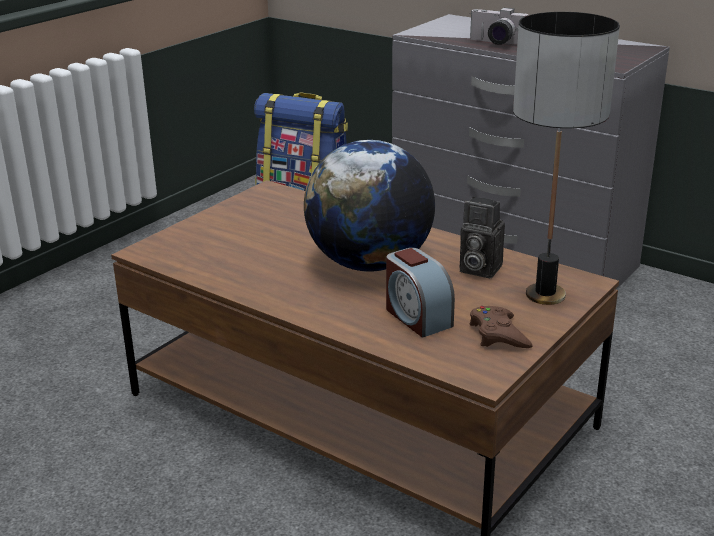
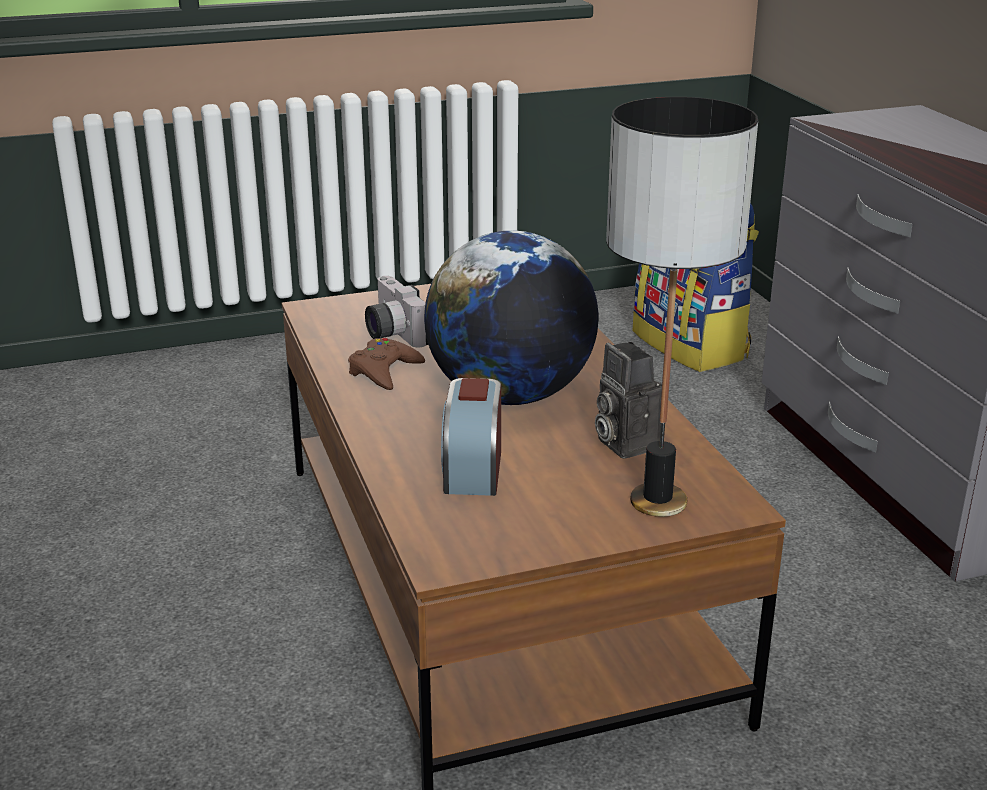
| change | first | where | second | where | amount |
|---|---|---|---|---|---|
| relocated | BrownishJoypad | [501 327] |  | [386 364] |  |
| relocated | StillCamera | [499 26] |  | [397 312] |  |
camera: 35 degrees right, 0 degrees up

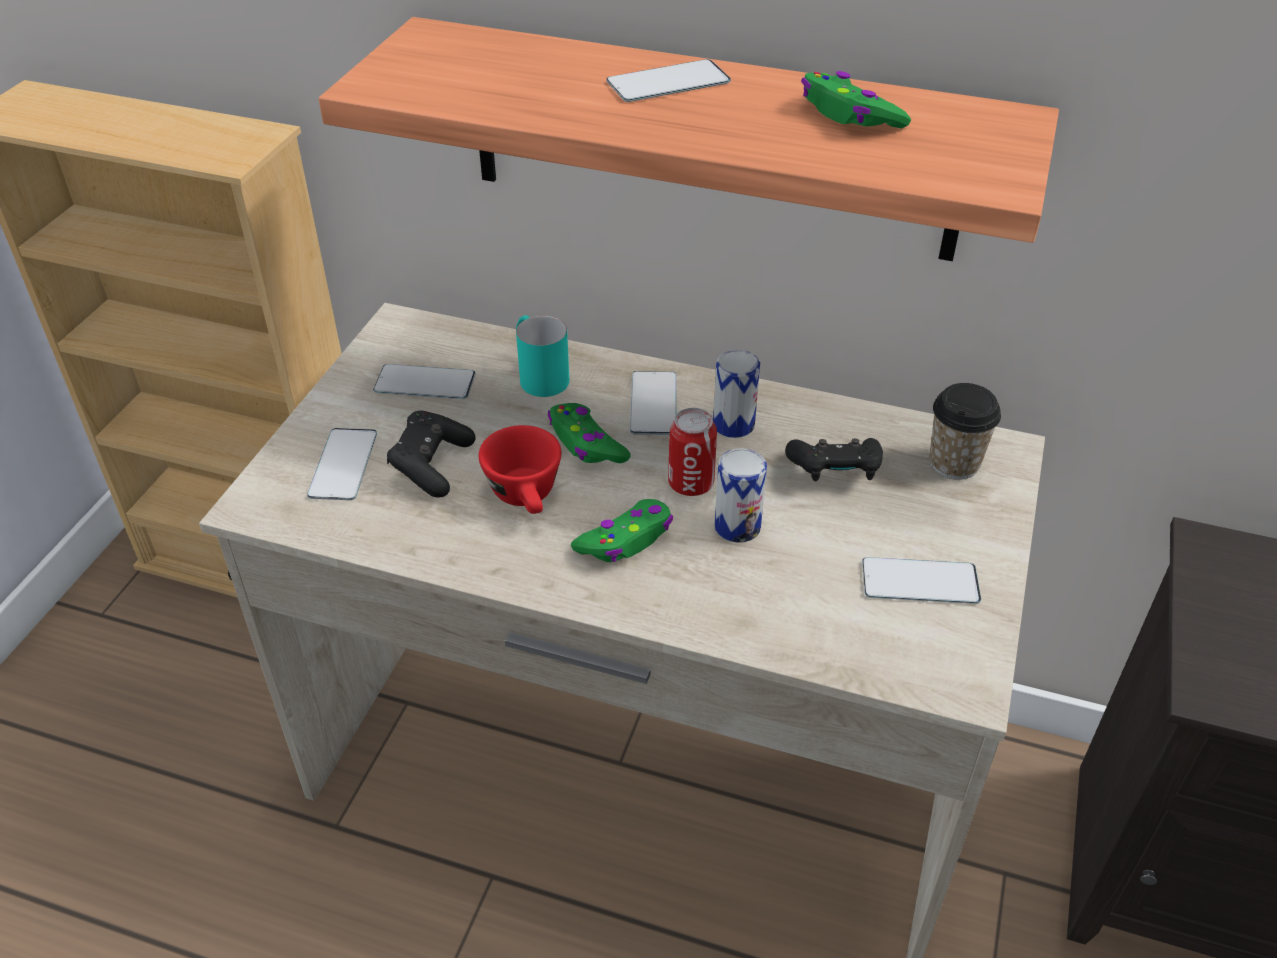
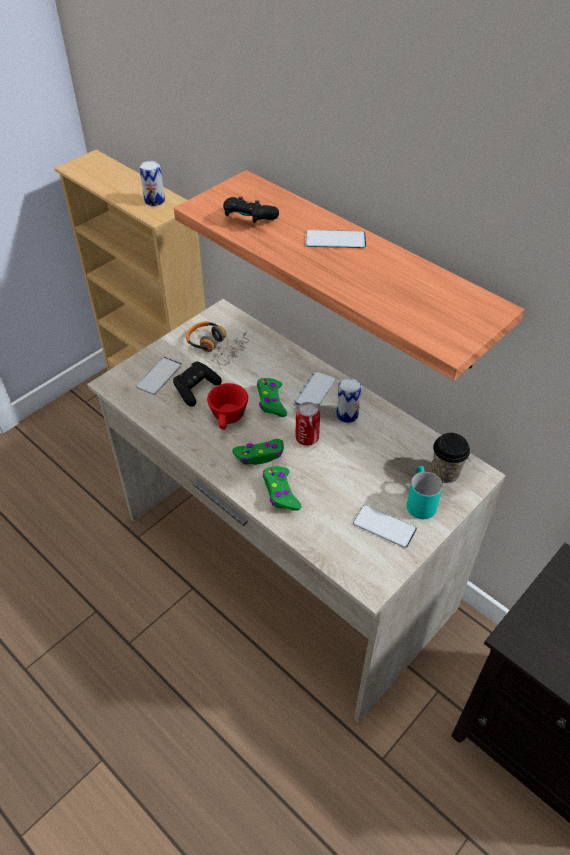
| change | first | where | second | where | amount |
|---|---|---|---|---|---|
| relocated | Can | [741 495] |  | [152 183] |  |
| exchanged | Handset | [424 381] | Headset | [217 343] |  |
| relocated | BlackishJoypad | [834 459] |  | [251 210] |  |
| relocated | GreenJoypad | [856 99] |  | [282 488] |  |
| relocated | TurquoiseMug | [543 356] |  | [425 492] |  |
camera: 25 degrees right, 5 degrees up

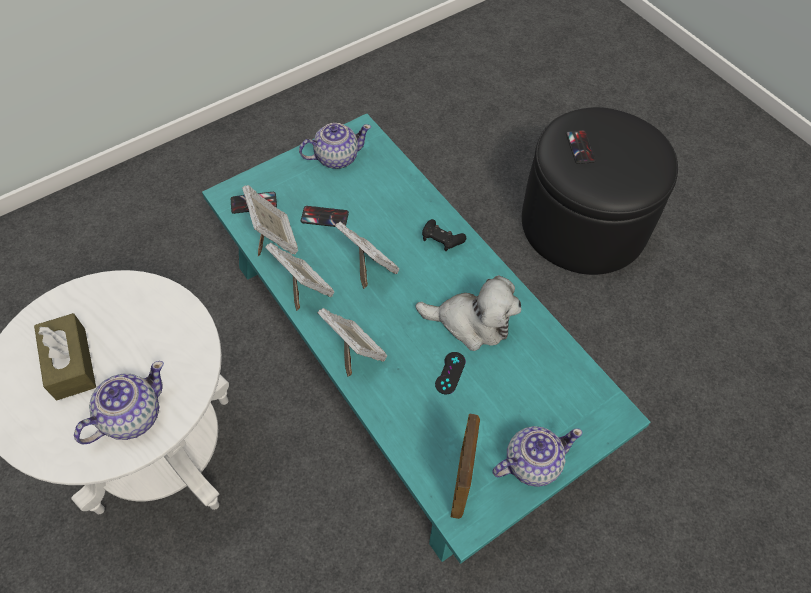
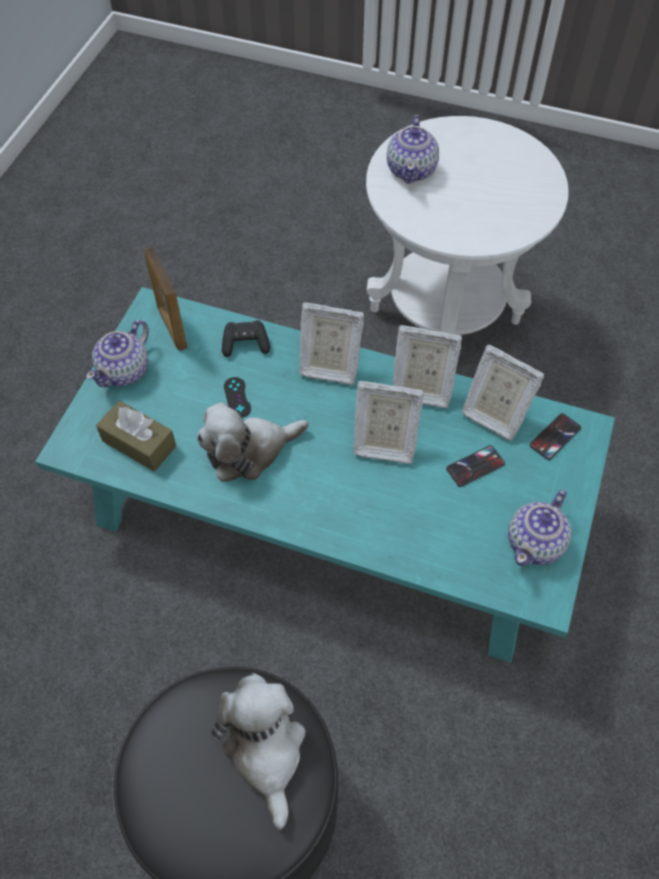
| change | first | where | second | where | amount |
|---|---|---|---|---|---|
| relocated | BrownishBoxOfTissues | [65 356] |  | [136 436] |  |
| exchanged | Handset | [581 147] | PlushToy | [258 751] |  |
| relocated | BlackishJoypad | [444 235] |  | [246 338] |  |
camera: 145 degrees right, 0 degrees up

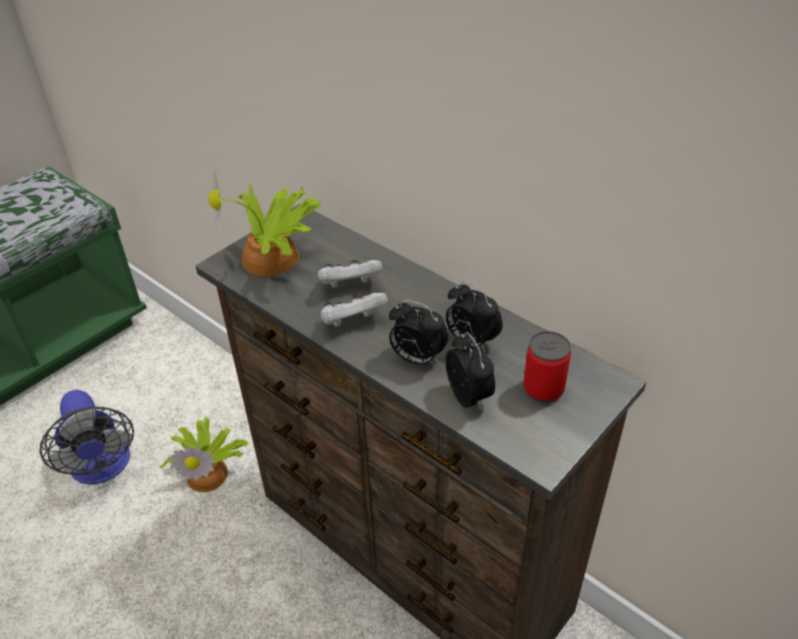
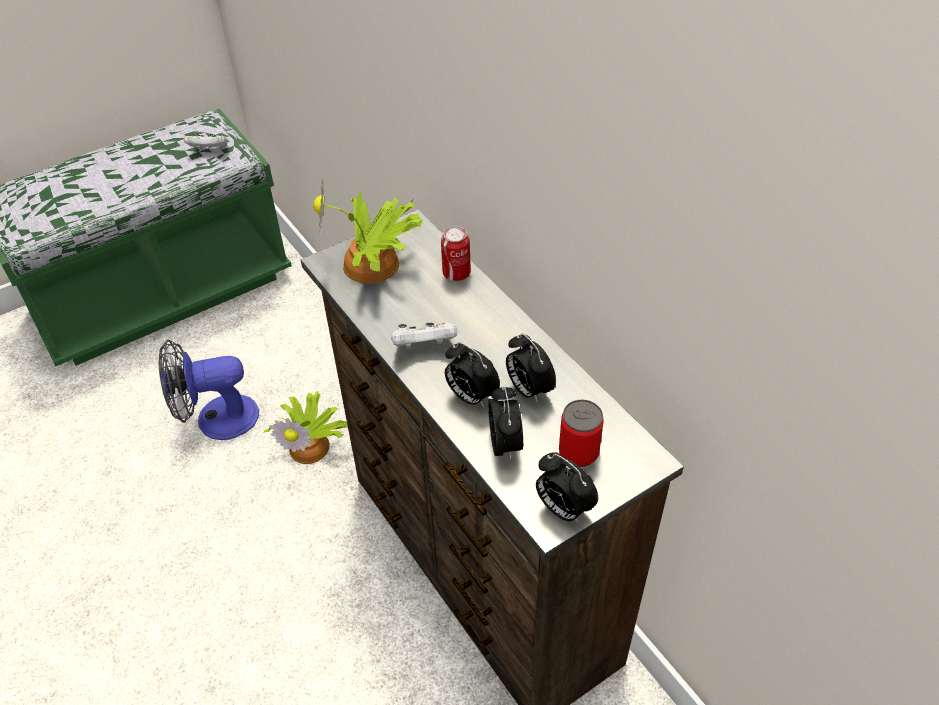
| change | first | where | second | where | amount |
|---|---|---|---|---|---|
| spun | CoolingFan | [86 437] |  | [209 390] | 90 degrees clockwise |
| relocated | WhiteColouredJoypad | [350 274] |  | [205 142] |  |
| appeared |  |  | Can | [456 253] |  |
| appeared |  |  | TableClock | [567 487] |  |
camera: 15 degrees right, 5 degrees up

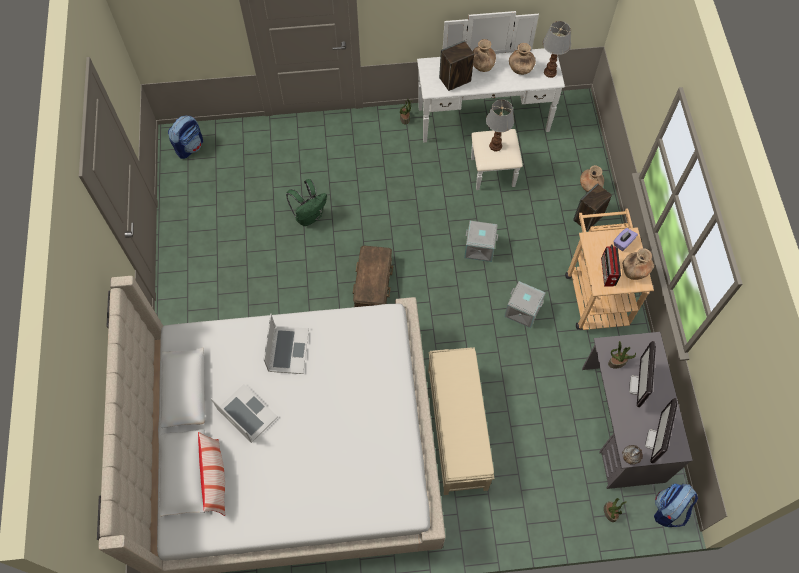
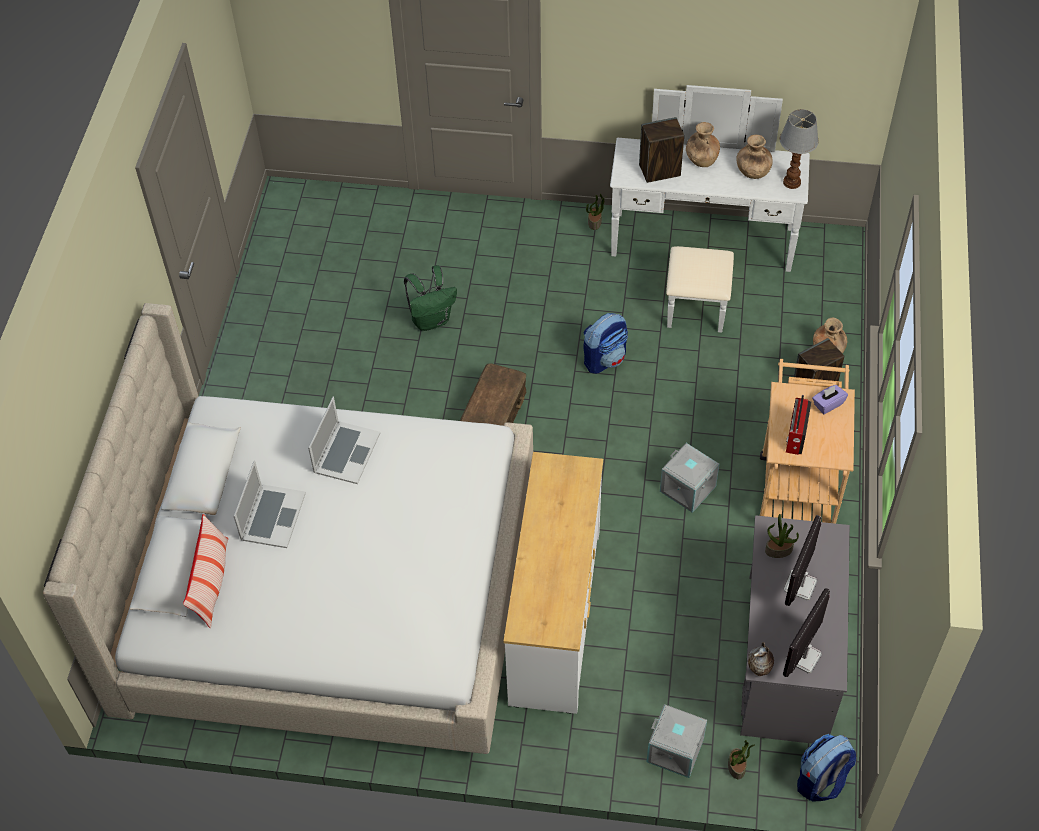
| change | first | where | second | where | amount |
|---|---|---|---|---|---|
| spun | PortableComputer | [244 413] |  | [270 504] | 45 degrees clockwise |
| exchanged | BeigeBench | [461 421] | WhiteColouredDresser | [553 583] |  |
| relocated | Rucksack | [185 137] |  | [605 343] |  |
| relocated | GreyishStorageContainer | [481 241] |  | [677 741] |  |
| missing | TableLamp | [500 125] |  |  |  |
| missing | BrownishFlowerVase | [638 264] |  |  |  |
camera: 15 degrees right, 10 degrees down

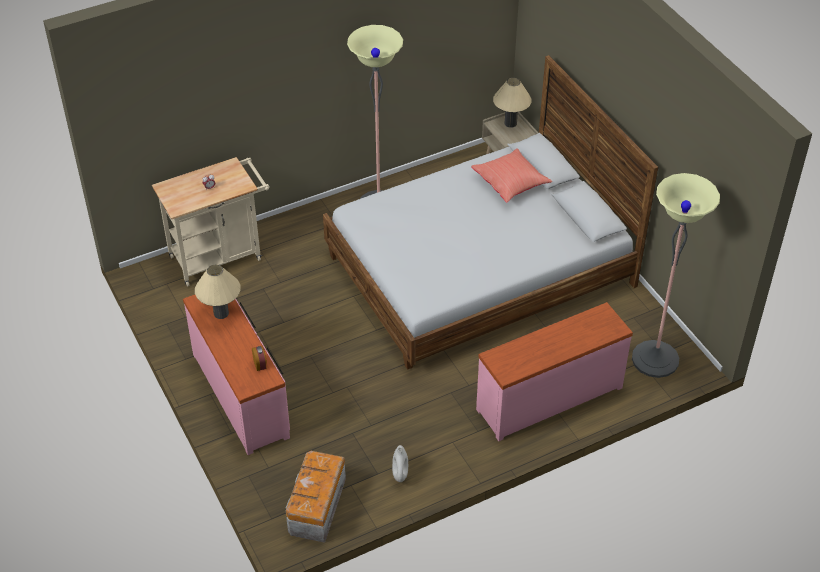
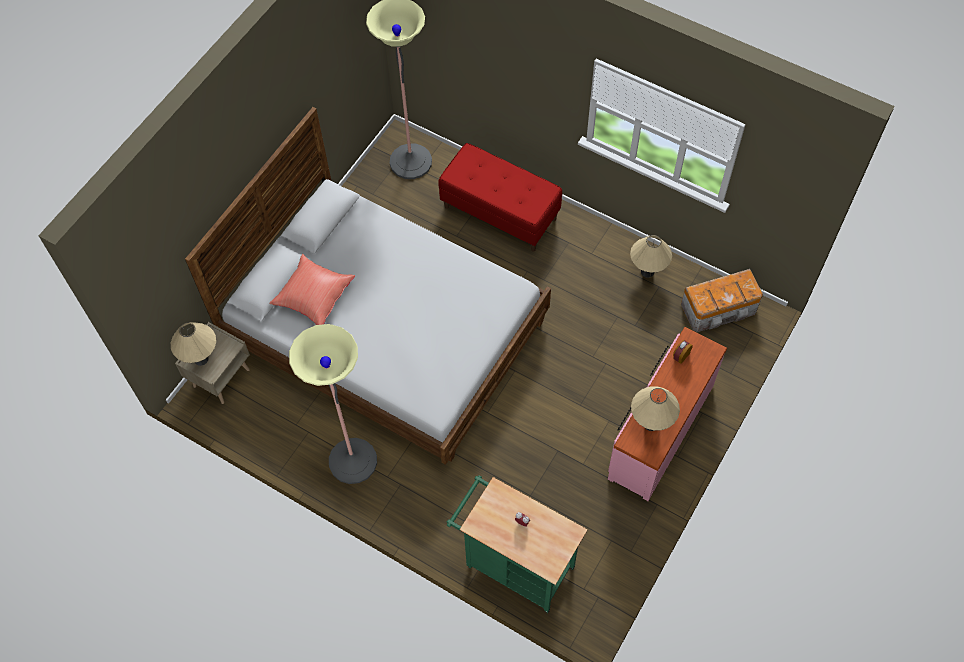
| change | first | where | second | where | amount |
|---|---|---|---|---|---|
| exchanged | PinkishDresser | [554 371] | RedBench | [500 197] |  |
| colour | BeigeCart | [210 222] | GreenCart | [517 544] |  |
| exchanged | WhiteColouredFlowerVase | [400 463] | BeigeTableLamp | [651 256] |  |
camera: 120 degrees left, 15 degrees up

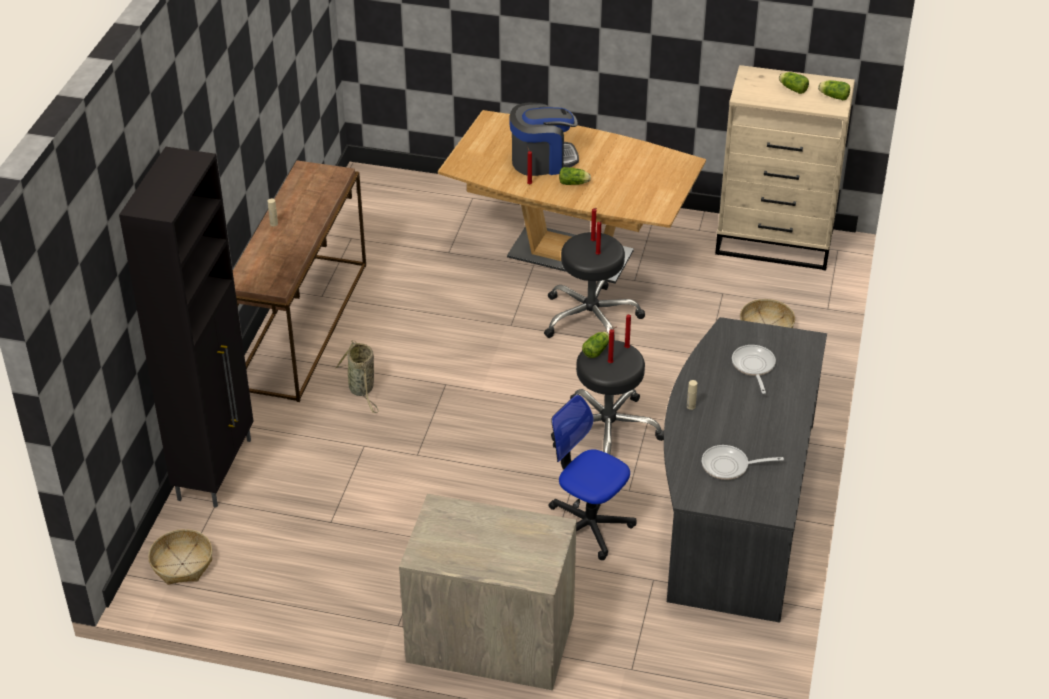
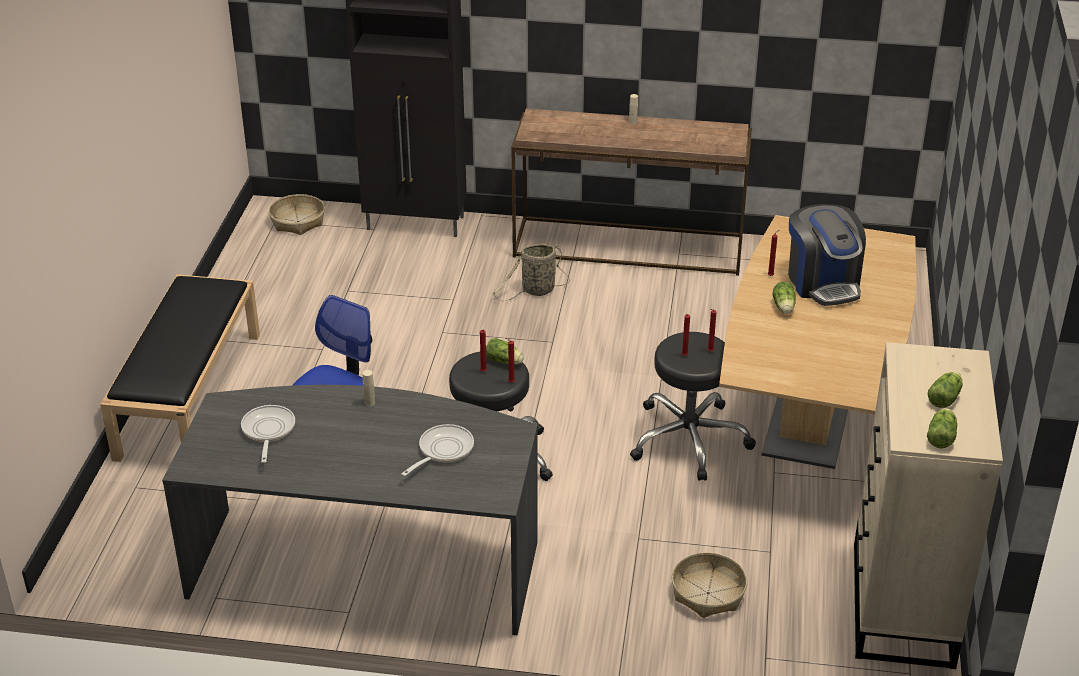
| change | first | where | second | where | amount |
|---|---|---|---|---|---|
| exchanged | Dresser | [488 592] | BlackishBench | [180 368] |  |
| spun | FryingPan | [754 369] |  | [437 450] | 45 degrees counterclockwise |
camera: 85 degrees right, 5 degrees down

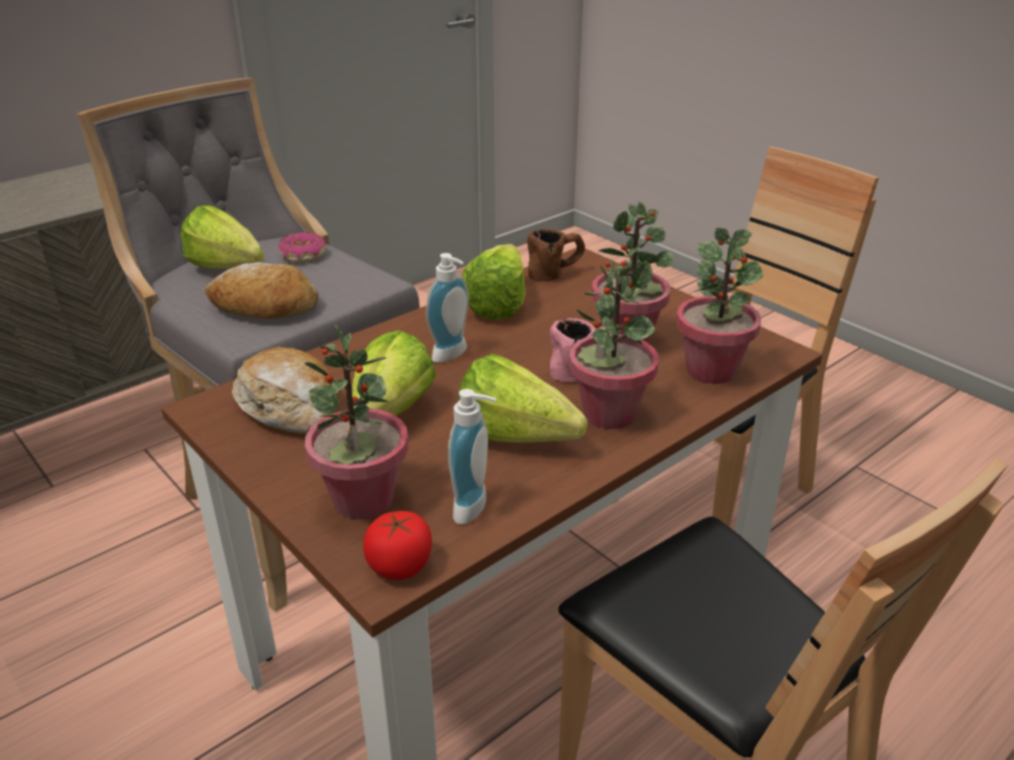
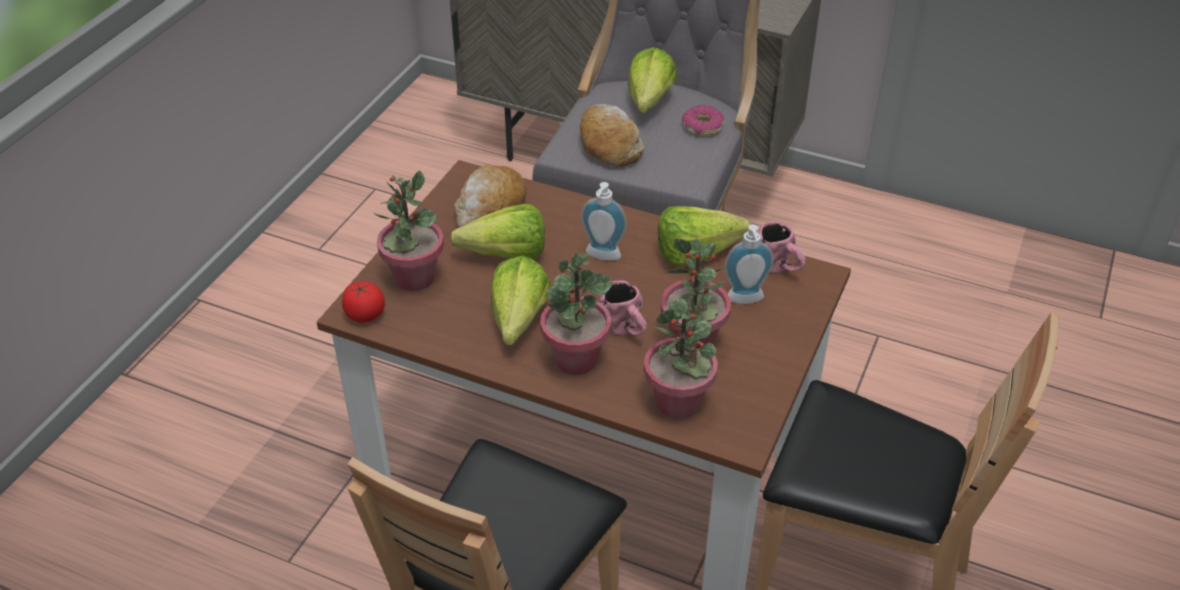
| change | first | where | second | where | amount |
|---|---|---|---|---|---|
| relocated | LiquidSoapBottle | [472 457] |  | [749 264] |  |
| colour | BrownishMug | [556 255] | PinkishMug | [782 247] |  |
camera: 65 degrees right, 10 degrees up

